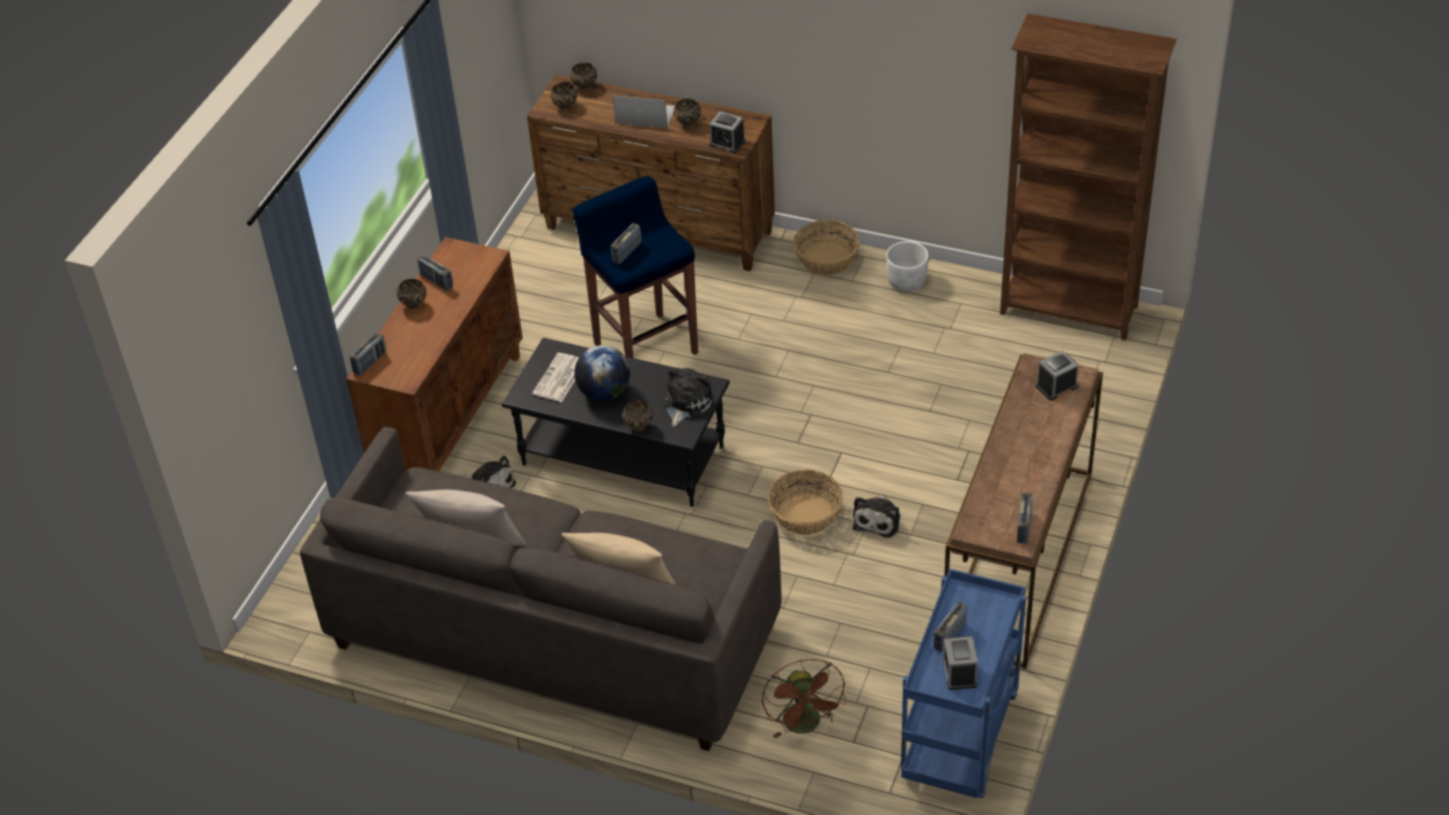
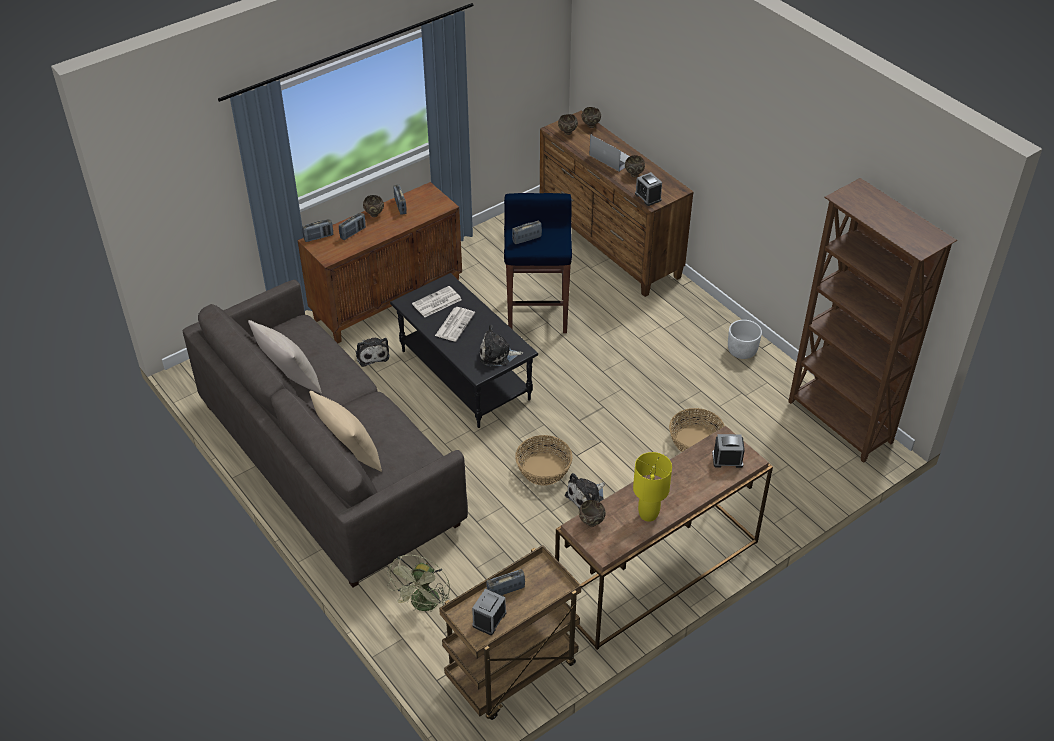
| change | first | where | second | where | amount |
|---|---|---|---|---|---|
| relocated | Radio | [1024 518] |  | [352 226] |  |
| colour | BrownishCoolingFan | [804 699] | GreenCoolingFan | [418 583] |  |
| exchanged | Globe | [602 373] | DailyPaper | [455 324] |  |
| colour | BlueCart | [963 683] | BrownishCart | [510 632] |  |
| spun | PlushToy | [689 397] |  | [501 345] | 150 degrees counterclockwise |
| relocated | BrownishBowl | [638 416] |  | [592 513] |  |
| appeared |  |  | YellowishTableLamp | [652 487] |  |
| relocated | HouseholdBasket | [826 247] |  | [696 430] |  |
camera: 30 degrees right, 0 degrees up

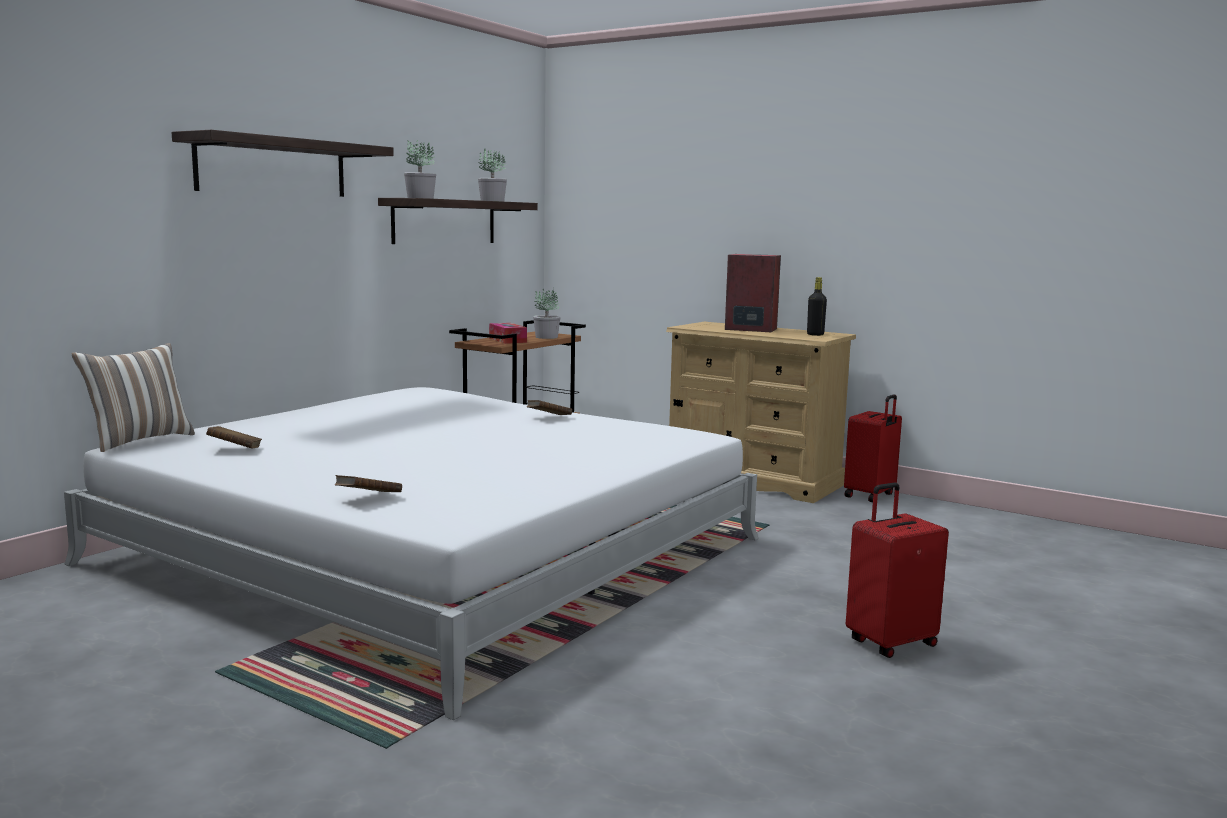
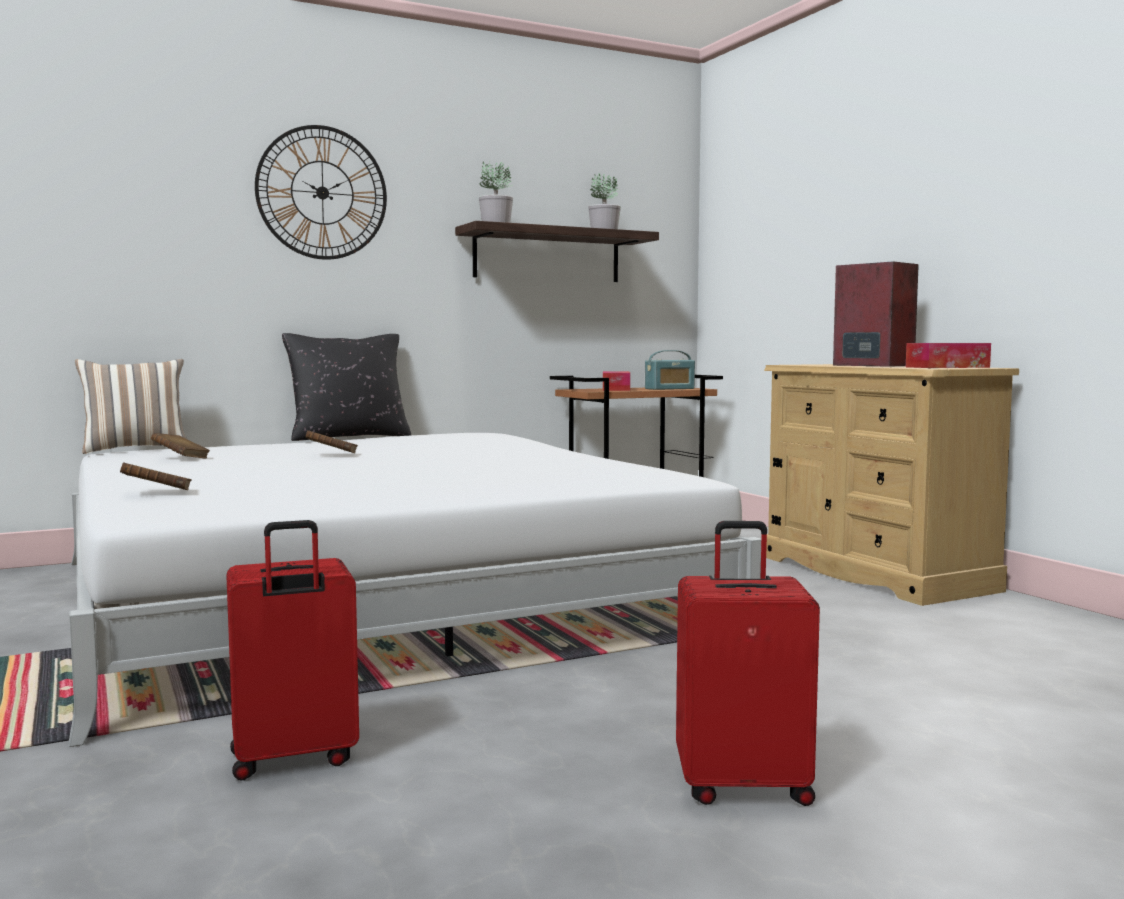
| change | first | where | second | where | amount |
|---|---|---|---|---|---|
| relocated | RedTravelCase | [873 448] |  | [292 650] |  |
| exchanged | BracketShelf | [283 163] | WallClock | [321 192] |  |
| appeared |  |  | BlackishThrowPillow | [346 387] |  |
| relocated | BrownishBoundBook | [549 407] |  | [331 441] |  |
| exchanged | PottedPlant | [546 313] | Radio | [670 370] |  |
| exchanged | BlackishBottle | [817 306] | BoxOfTissues | [948 355] |  |
camera: 30 degrees right, 5 degrees down

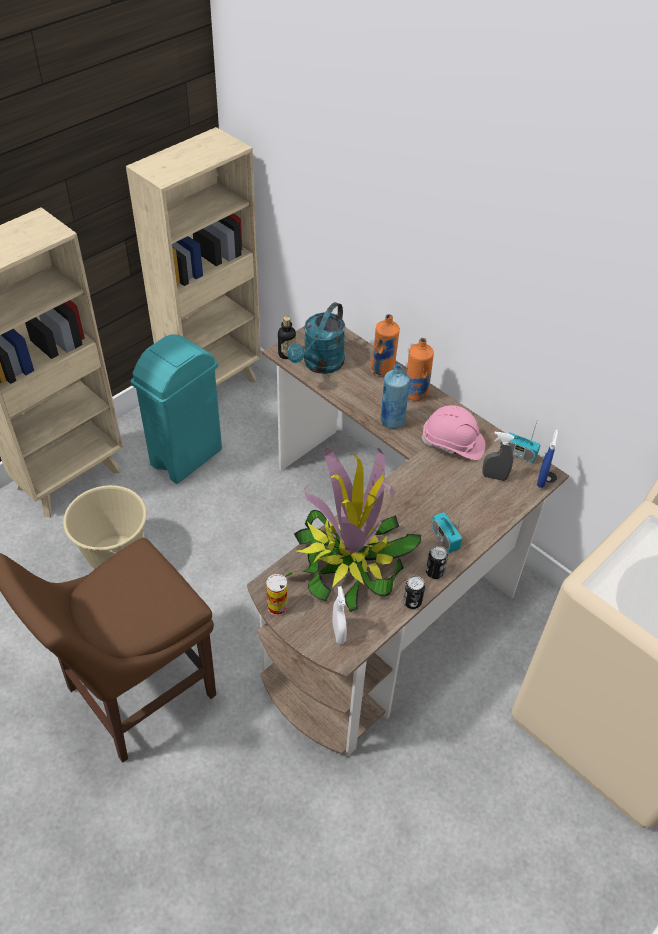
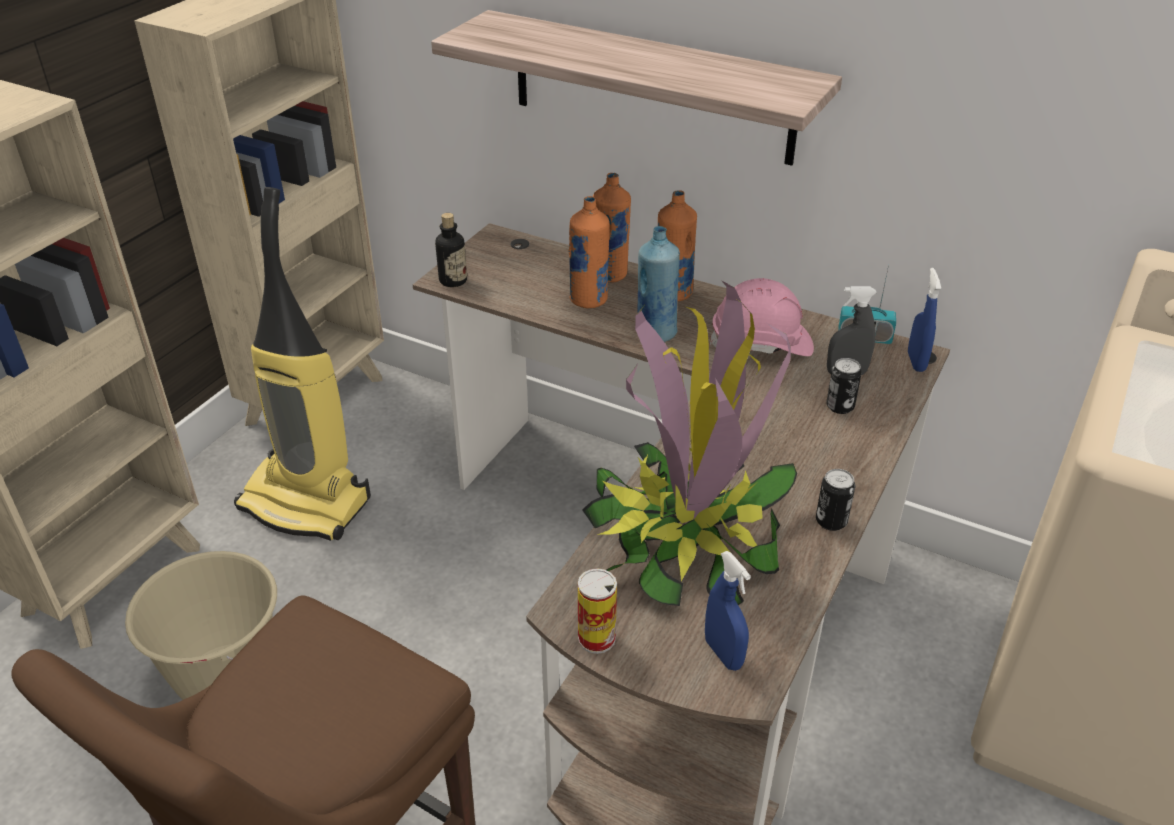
| change | first | where | second | where | amount |
|---|---|---|---|---|---|
| exchanged | TurquoiseRubbishBin | [176 409] | Vacuum | [302 364] |  |
| appeared |  |  | BracketShelf | [636 88] |  |
| appeared |  |  | OrangeBottle | [588 252] |  |
| colour | WhiteColouredSprayer | [339 615] | BlueSprayer | [728 611] |  |
| relocated | Can | [414 592] |  | [844 386] |  |
| missing | TurquoiseSprinklingCan | [316 338] |  |  |  |
| missing | Radio | [447 530] |  |  |  |
camera: 15 degrees left, 10 degrees down

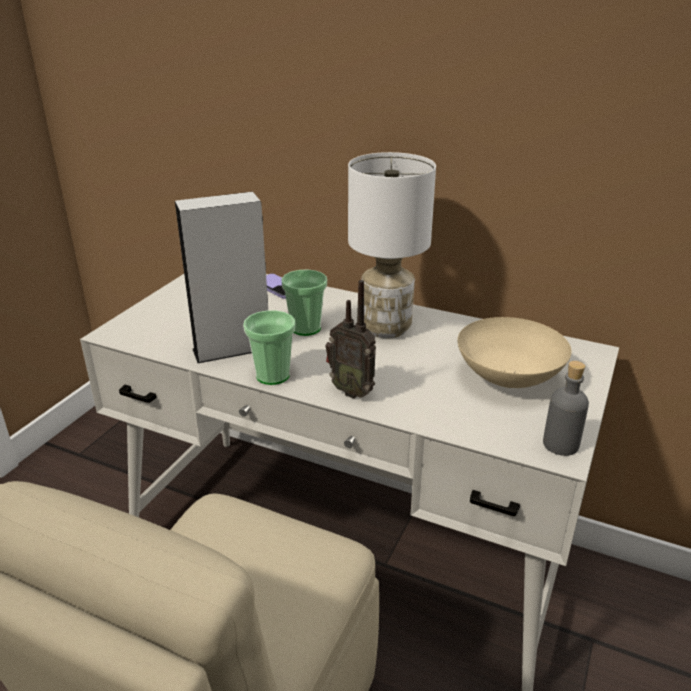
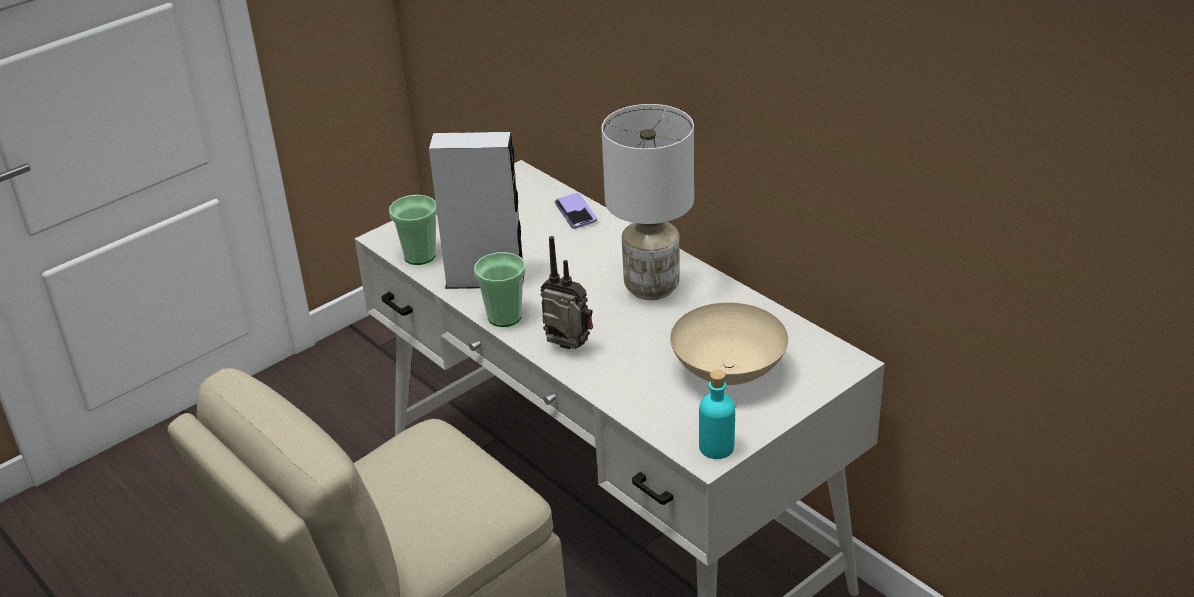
| change | first | where | second | where | amount |
|---|---|---|---|---|---|
| relocated | Cup | [304 303] |  | [413 230] |  |
| spun | Radio | [350 339] |  | [566 292] | 150 degrees clockwise |
| colour | GreyishBottle | [566 408] | TurquoiseBottle | [717 414] |  |
camera: 25 degrees right, 5 degrees up

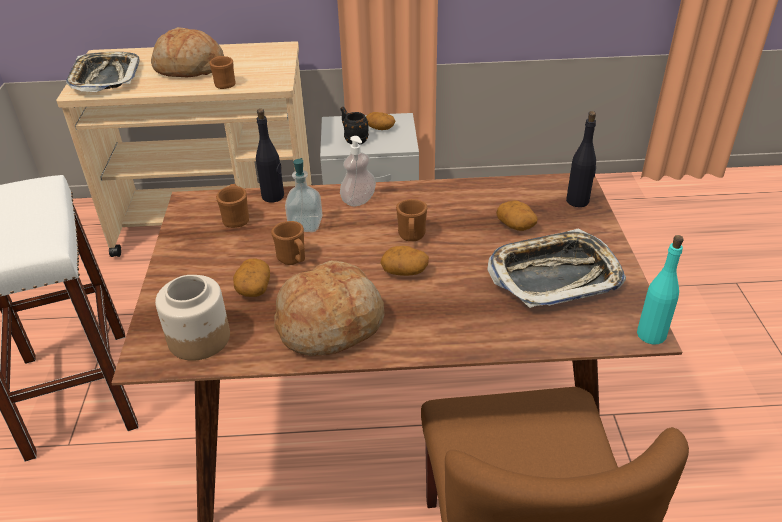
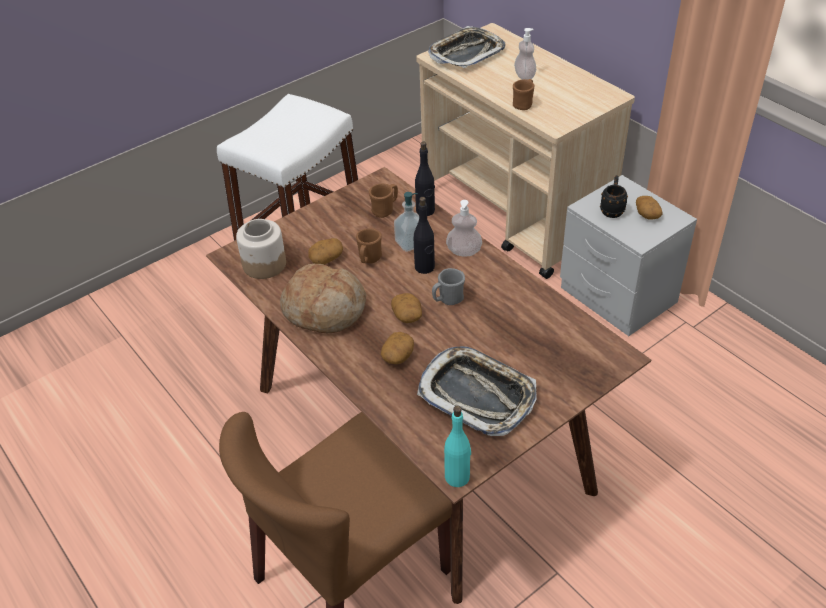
| change | first | where | second | where | amount |
|---|---|---|---|---|---|
| relocated | Potato | [516 215] |  | [397 348] |  |
| relocated | BlackishBottle | [581 159] |  | [424 235] |  |
| colour | BrownishMug | [411 220] | GreyishMug | [448 286] |  |
| exchanged | BakeryBread | [187 52] | LiquidSoapBottle | [525 54] |  |
camera: 55 degrees right, 5 degrees up

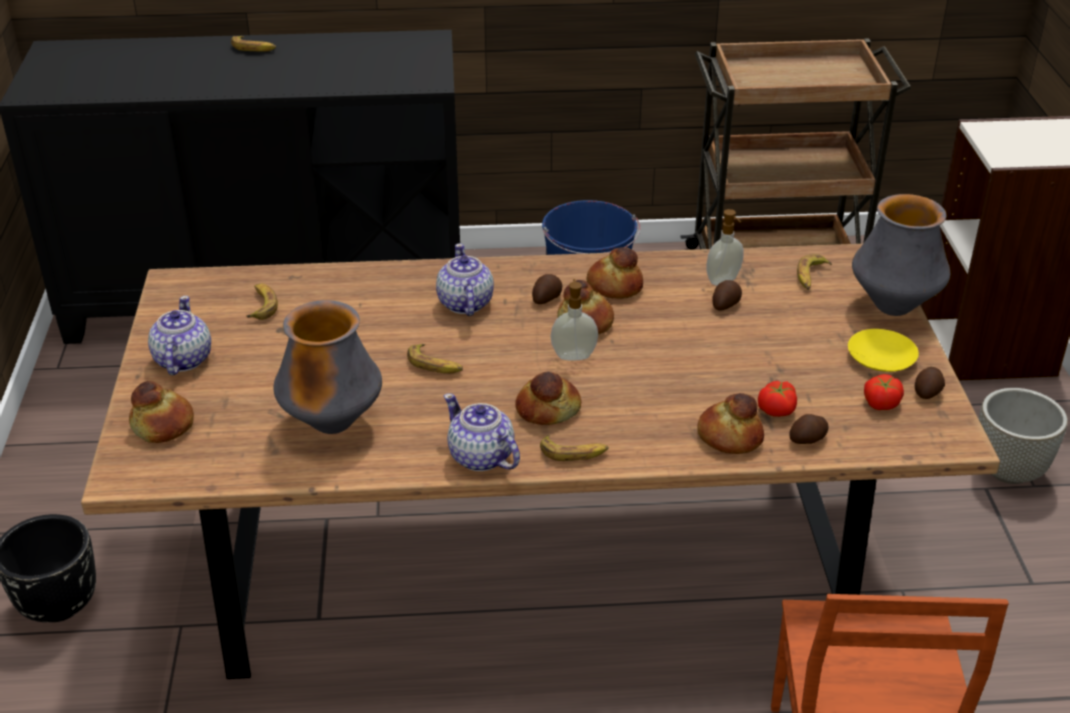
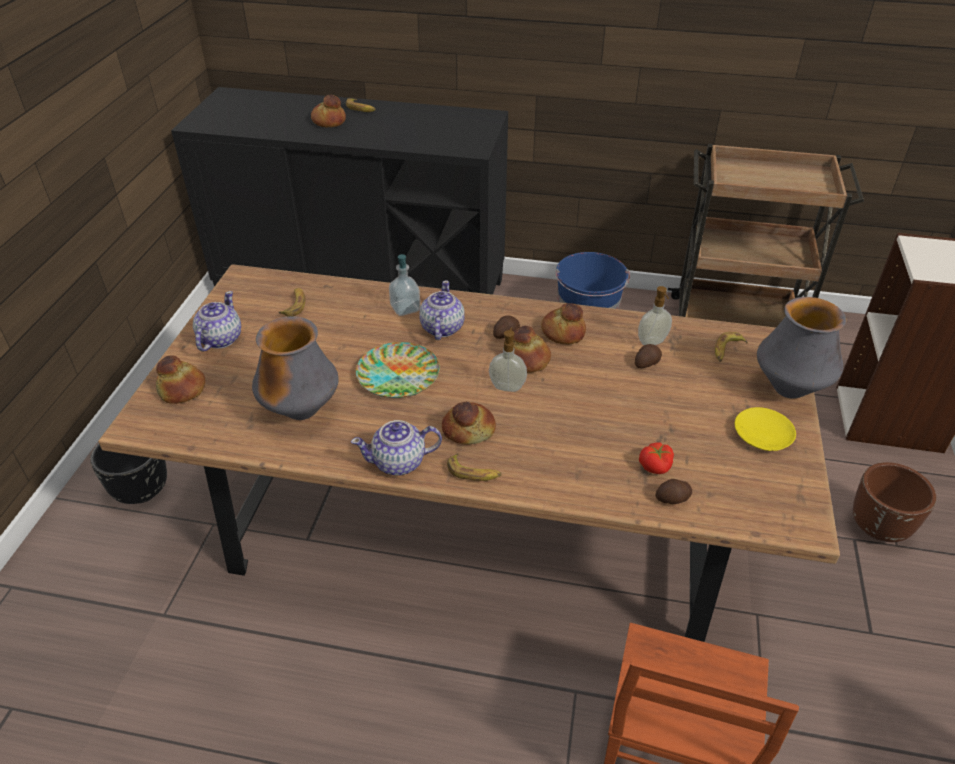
| change | first | where | second | where | amount |
|---|---|---|---|---|---|
| relocated | BakeryBread | [730 423] |  | [328 111] |  |
| spun | PotForTea | [482 432] |  | [396 447] | 75 degrees counterclockwise |
| exchanged | Banana | [435 358] | DinnerPlate | [398 370] |  |
| appeared |  |  | LiquidSoapBottle | [404 285] |  |
| colour | GreyishFlowerPot | [1023 436] | BrownishFlowerPot | [894 502] |  |
| missing | FreshTomato | [884 392] |  |  |  |
| missing | Potato | [930 383] |  |  |  |
camera: 15 degrees right, 5 degrees up

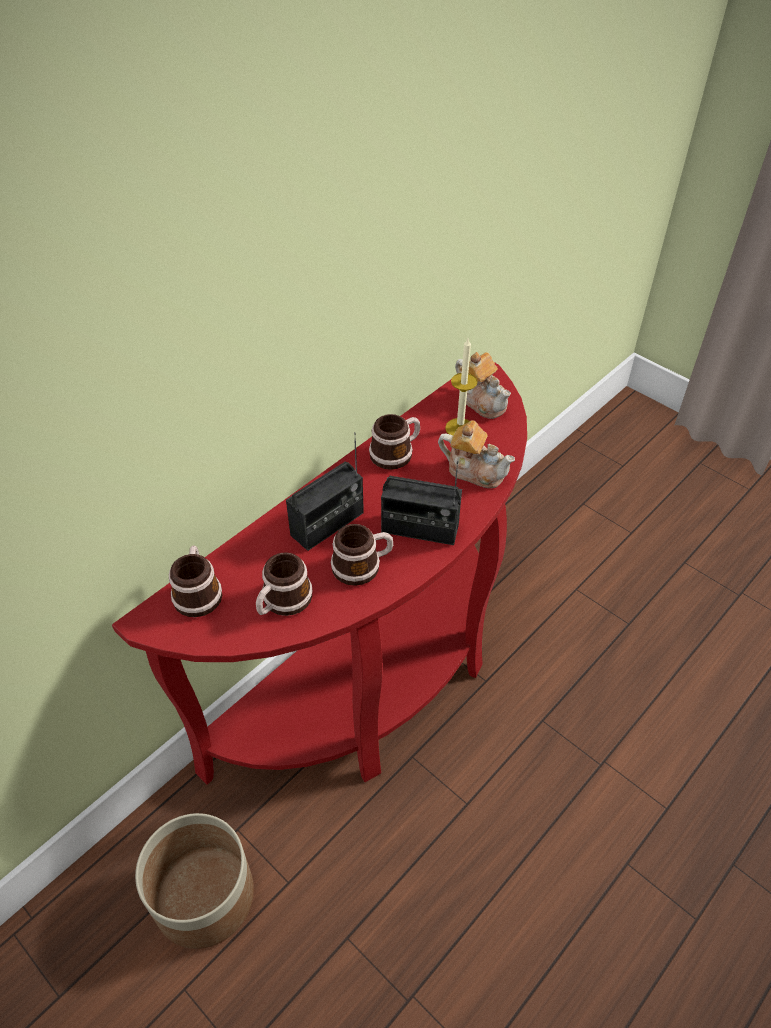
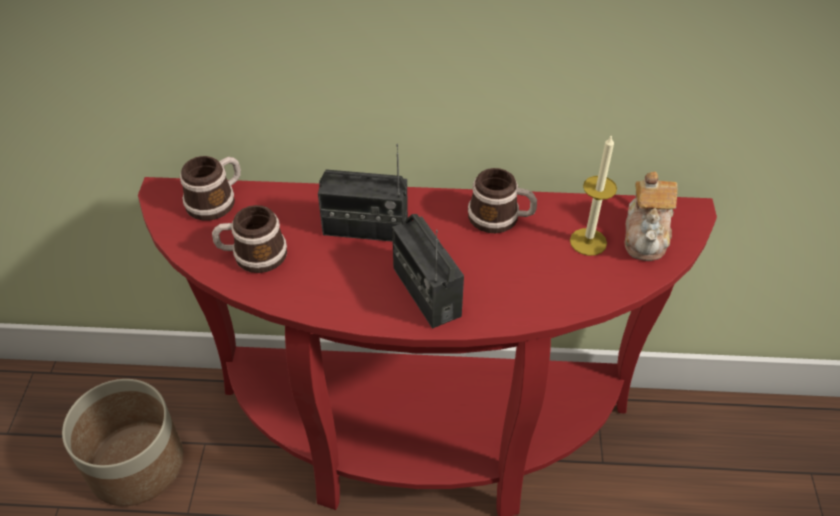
| change | first | where | second | where | amount |
|---|---|---|---|---|---|
| missing | Mug | [362 555] |  |  |  |
| missing | PotForTea | [476 454] |  |  |  |
camera: 50 degrees right, 0 degrees up

